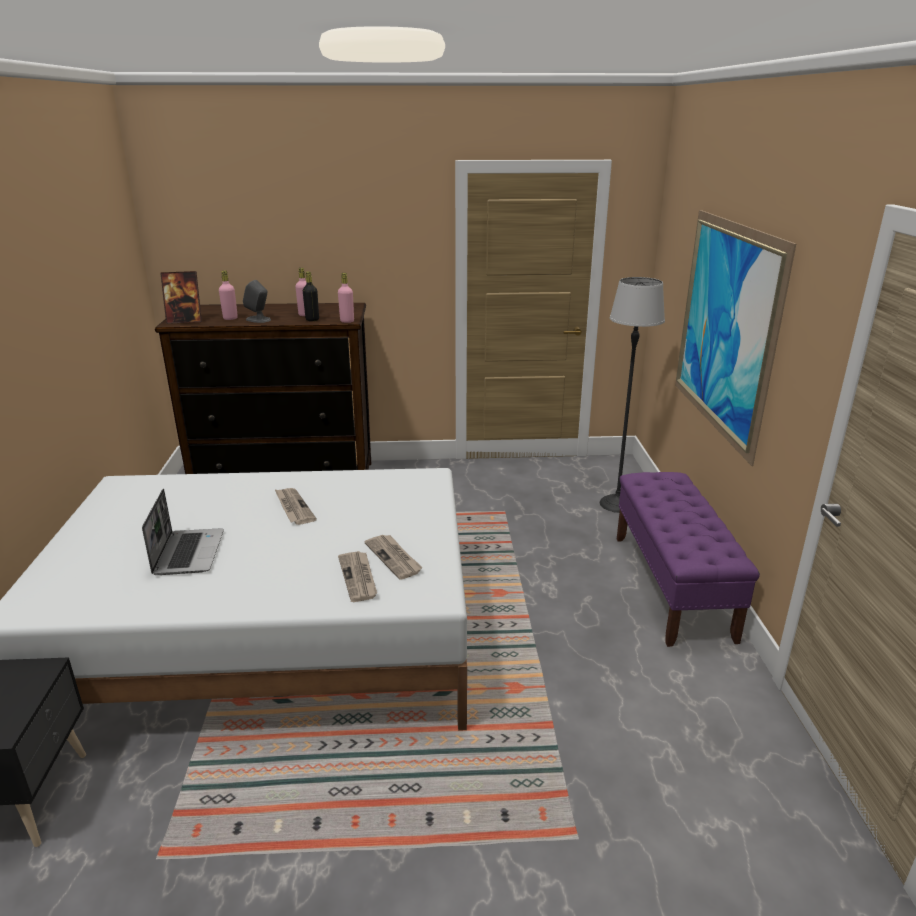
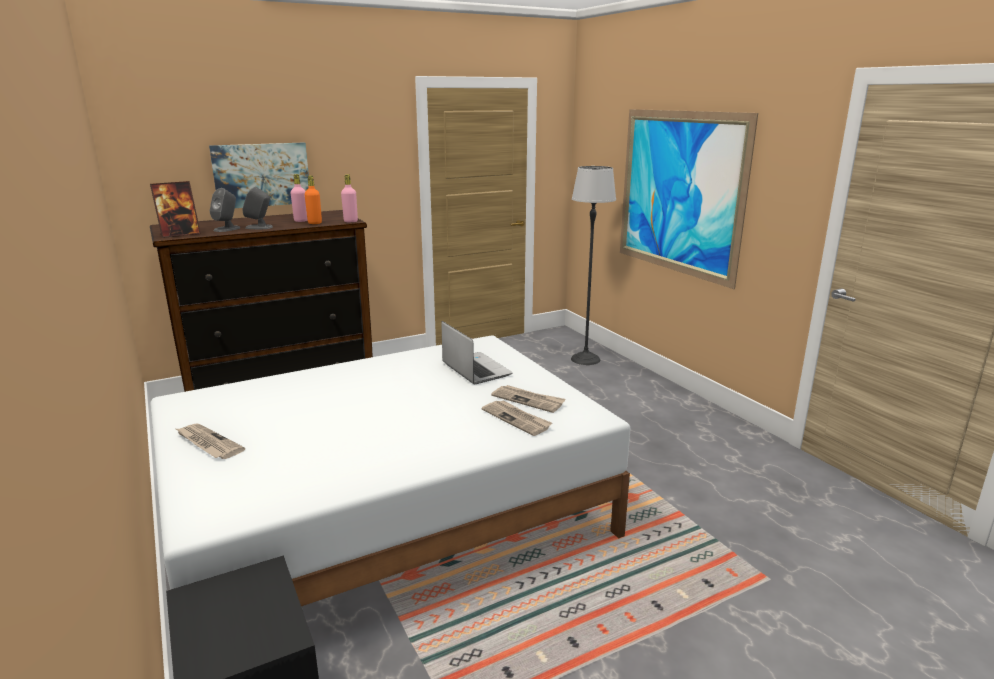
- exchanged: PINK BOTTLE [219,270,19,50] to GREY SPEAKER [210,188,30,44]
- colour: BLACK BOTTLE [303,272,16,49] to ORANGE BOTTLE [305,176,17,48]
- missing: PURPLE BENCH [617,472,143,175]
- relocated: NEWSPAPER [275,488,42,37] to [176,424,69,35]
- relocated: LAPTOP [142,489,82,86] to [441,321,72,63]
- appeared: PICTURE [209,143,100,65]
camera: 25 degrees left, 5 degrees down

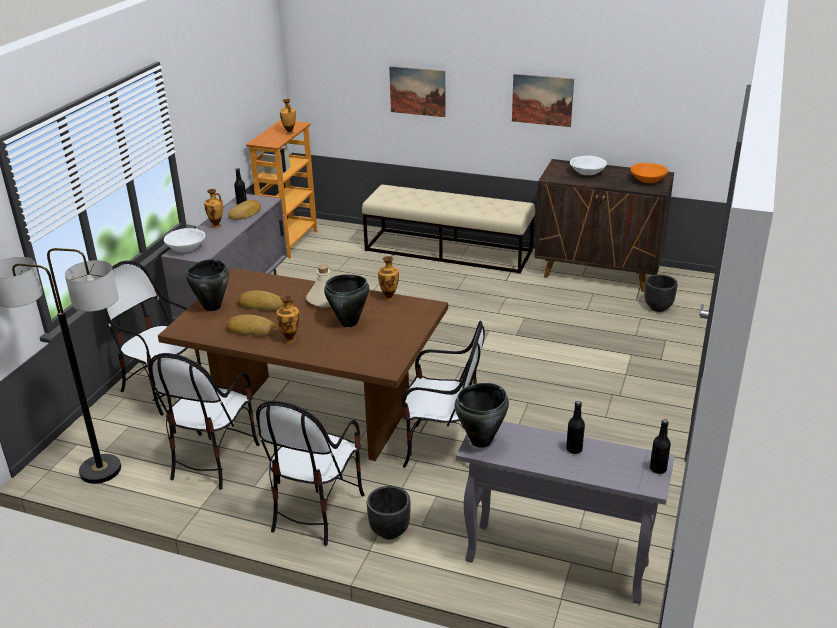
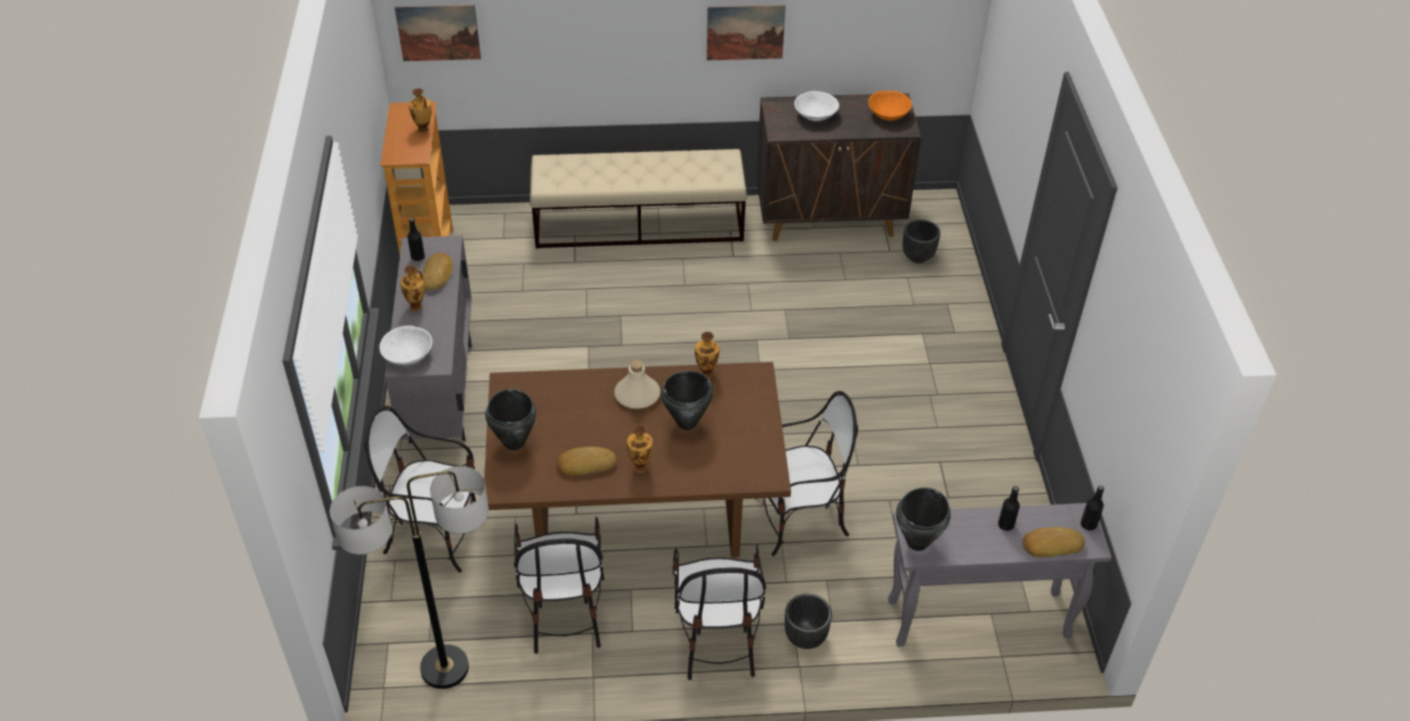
- relocated: PICTURE [389,66,57,51] to [395,4,86,57]
- relocated: BREAD [238,290,46,21] to [1022,527,63,30]
camera: 25 degrees left, 15 degrees up

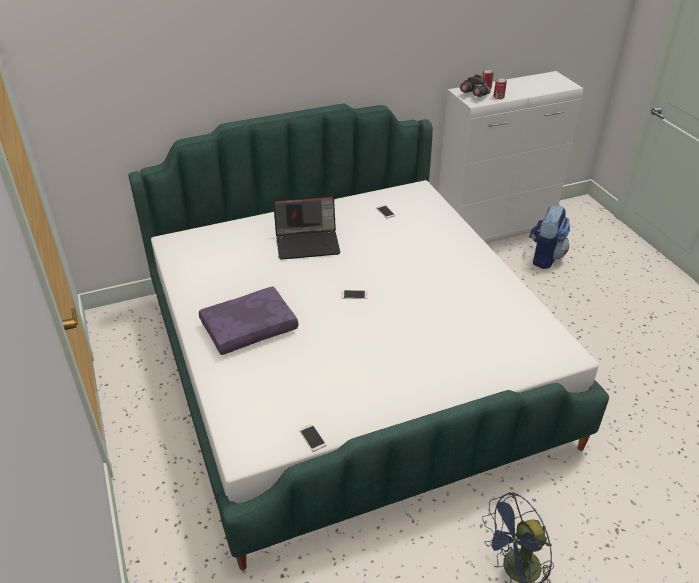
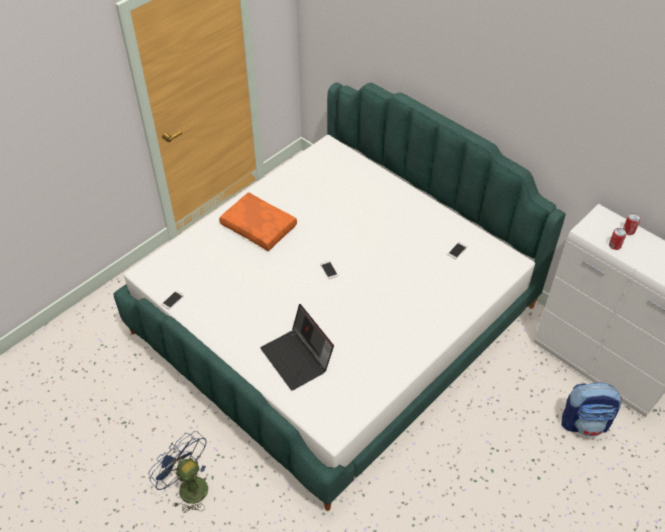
- missing: GREY BINOCULARS [460,74,31,23]
- relocated: LAPTOP [273,196,67,64] to [260,304,74,87]
- colour: PURPLE PILLOW [199,286,99,69] to ORANGE PILLOW [219,192,78,59]
camera: 65 degrees right, 10 degrees up

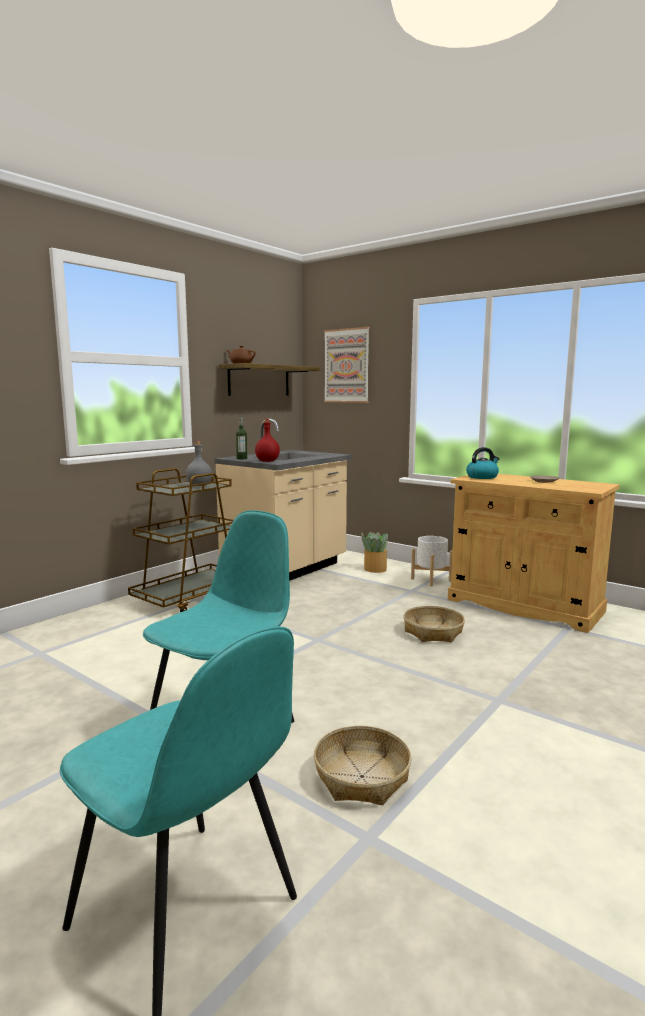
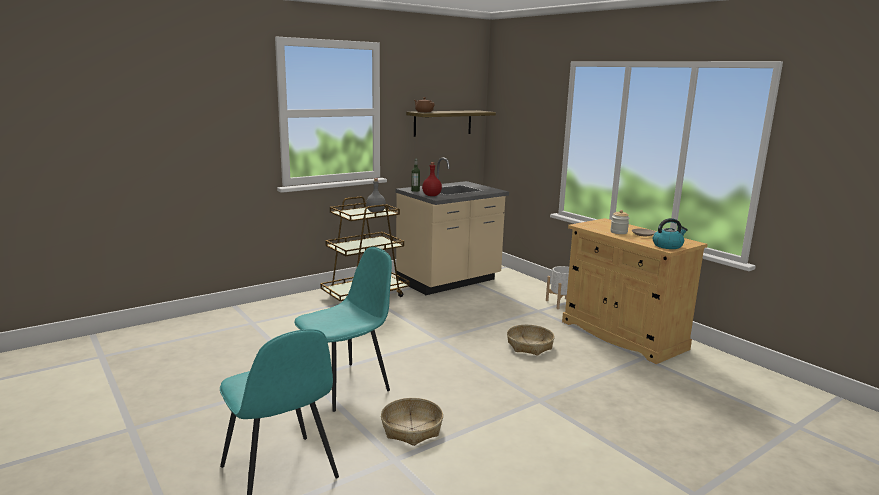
- missing: PICTURE [324,327,46,76]
- relocated: KETTLE [466,447,33,32] to [653,218,35,31]
- missing: POTTED PLANT [361,532,27,41]
- appeared: JAR [610,210,20,24]
camera: 15 degrees right, 5 degrees up

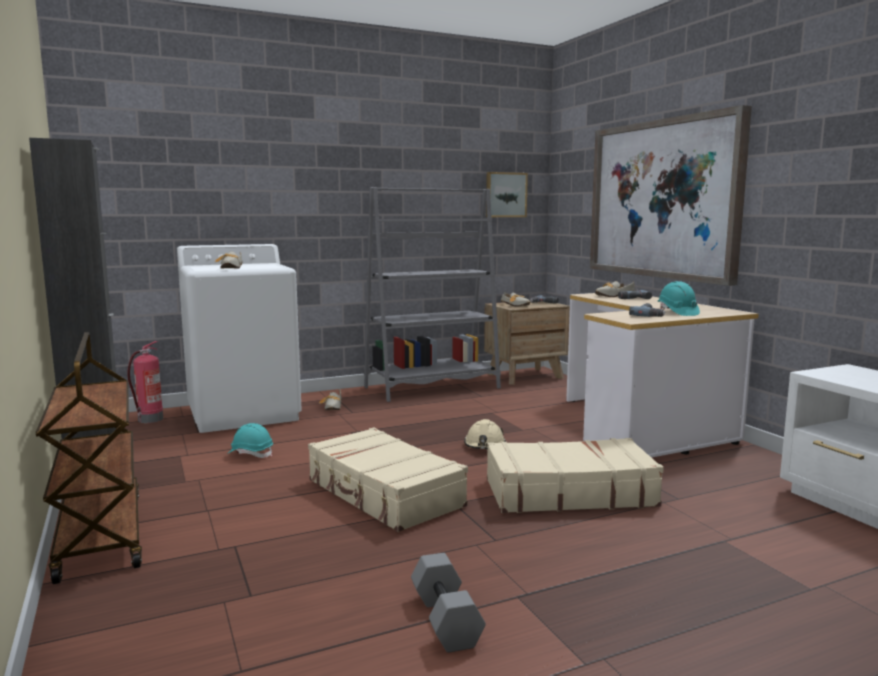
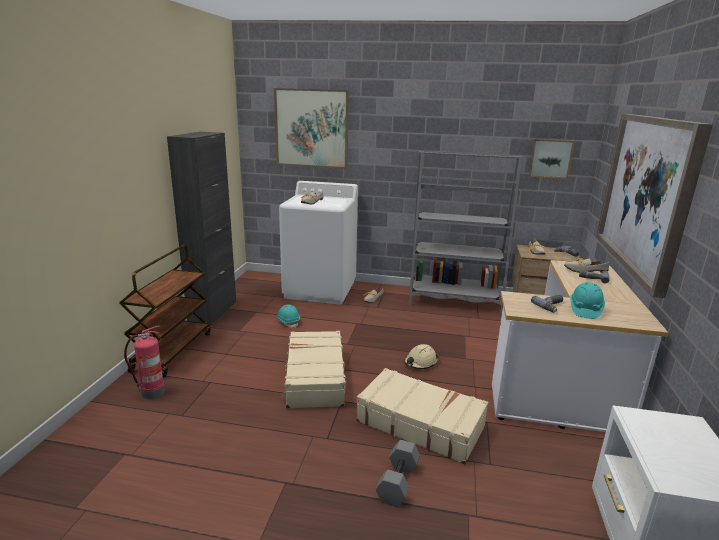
- relocated: FIRE EXTINGUISHER [128,341,35,82] to [124,325,41,74]
- relocated: GREY DUMBBELL [411,553,75,100] to [376,440,44,67]
- appeared: PICTURE [274,88,75,81]
camera: 35 degrees right, 10 degrees up

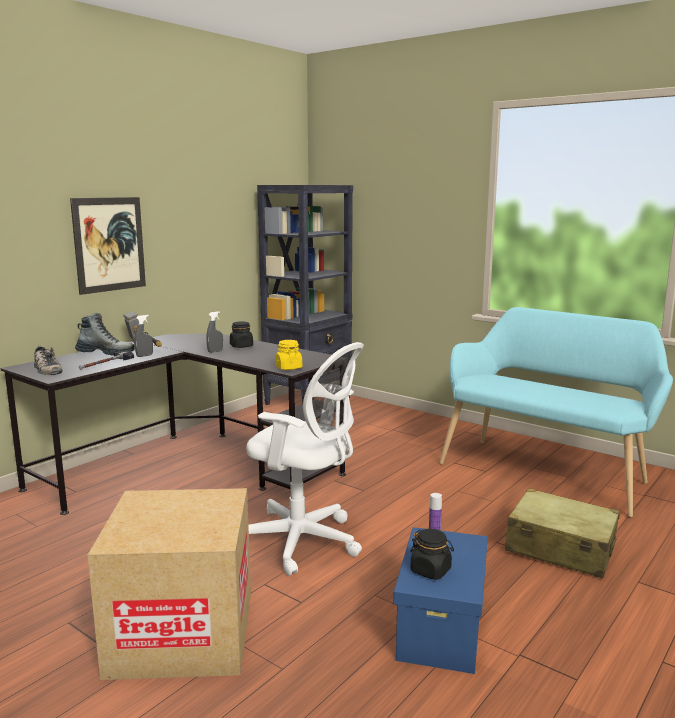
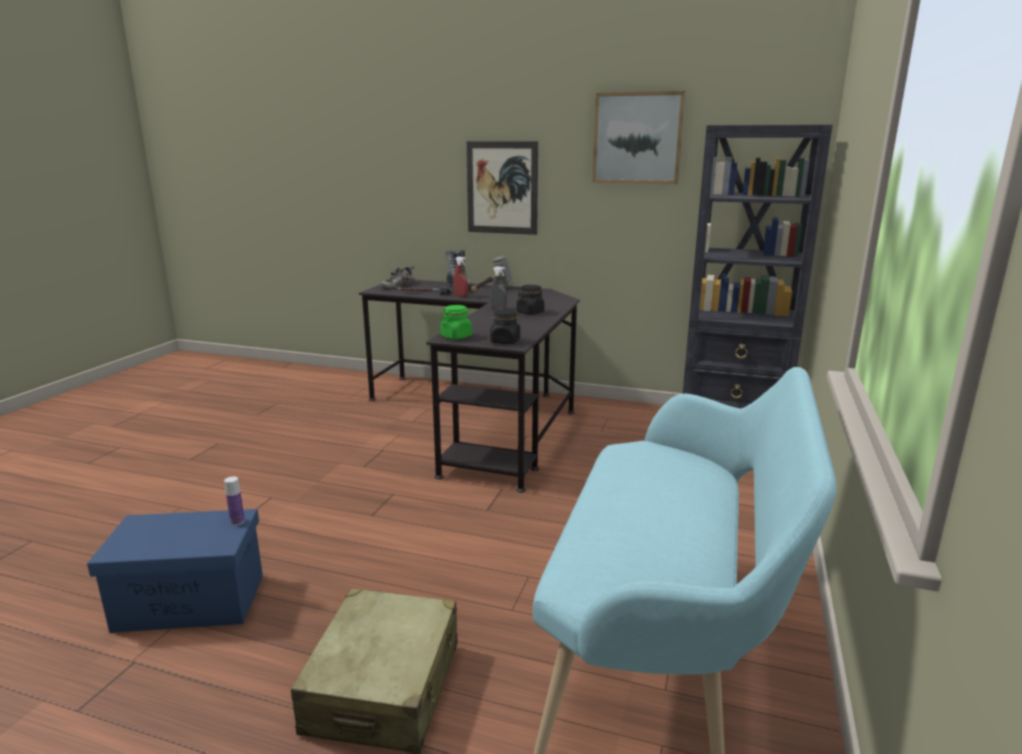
- colour: GREY SPRAY BOTTLE [135,315,18,42] to RED SPRAY BOTTLE [453,257,15,40]
- colour: YELLOW JAR [275,340,27,30] to GREEN JAR [440,305,32,34]
- missing: WHITE OFFICE CHAIR [246,342,118,234]
- missing: CARDBOARD BOX [87,488,164,192]
- relocated: BLACK JAR [410,529,44,51] to [490,309,30,35]
- appeared: PICTURE [592,91,93,93]
camera: 70 degrees right, 5 degrees up

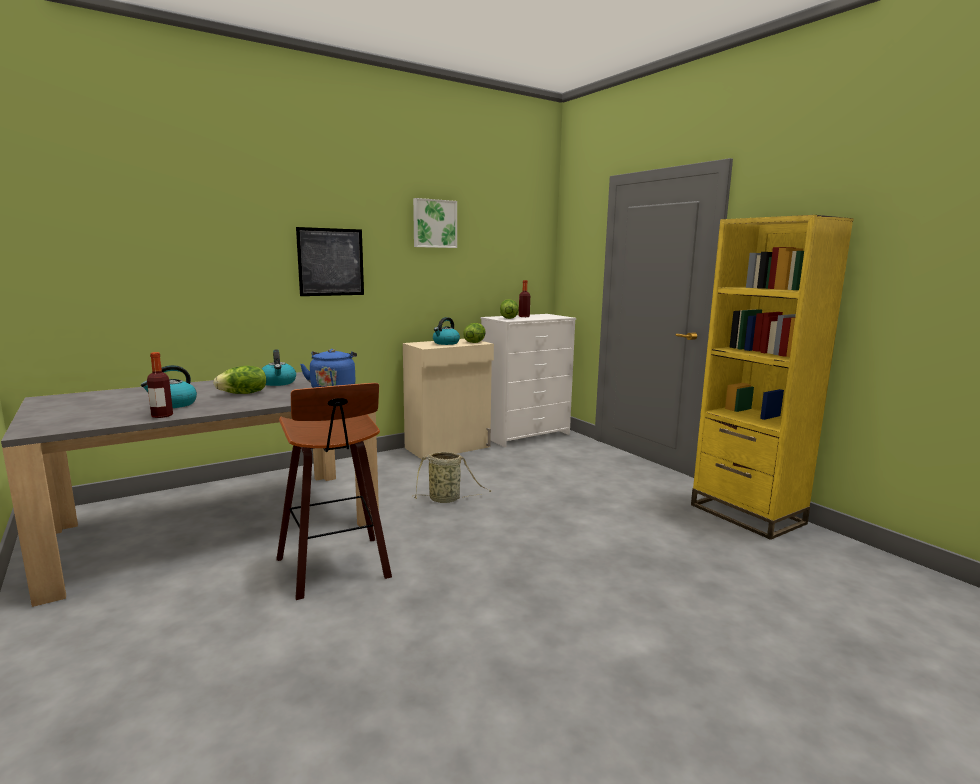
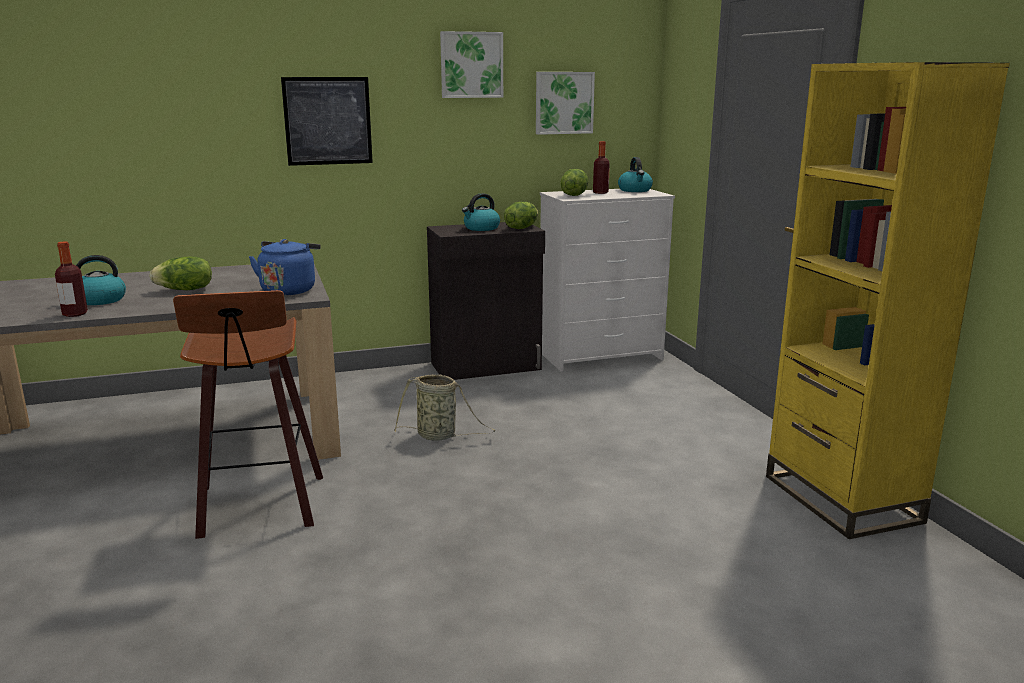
- colour: BEIGE CABINET [403,339,91,121] to BLACK CABINET [427,222,118,158]
- relocated: KETTLE [262,350,34,36] to [618,157,35,35]
- appeared: PICTURE [536,72,59,63]
camera: 15 degrees right, 5 degrees up

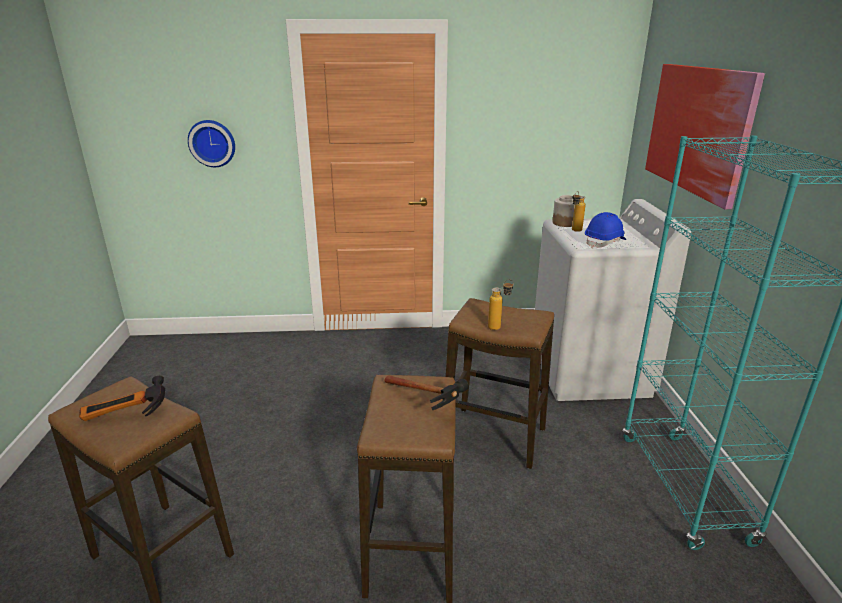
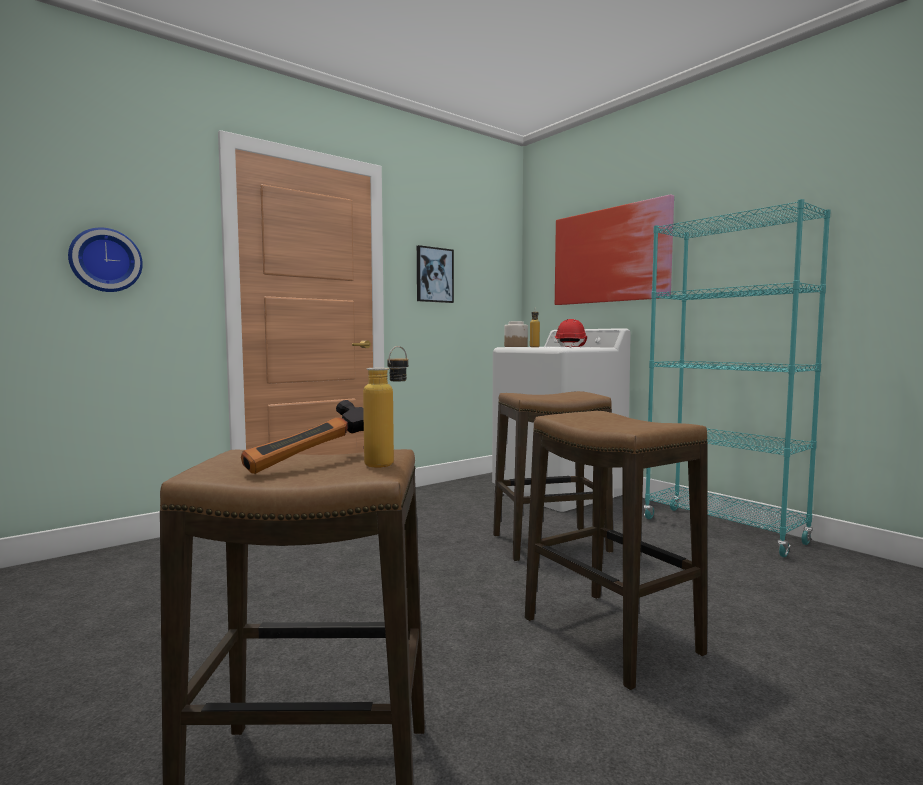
- colour: BLUE HARD HAT [585,212,41,36] to RED HARD HAT [555,319,32,29]
- relocated: BOTTLE [488,279,25,51] to [363,346,45,122]
- missing: HAMMER [384,376,85,34]
- appeared: PICTURE [417,245,37,58]
camera: 35 degrees left, 20 degrees down

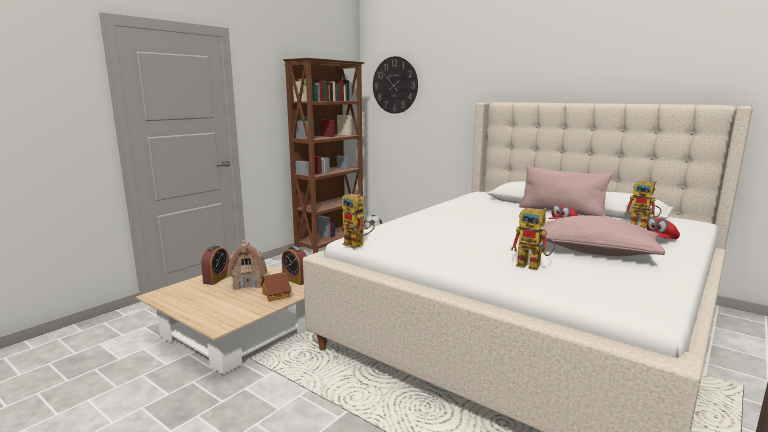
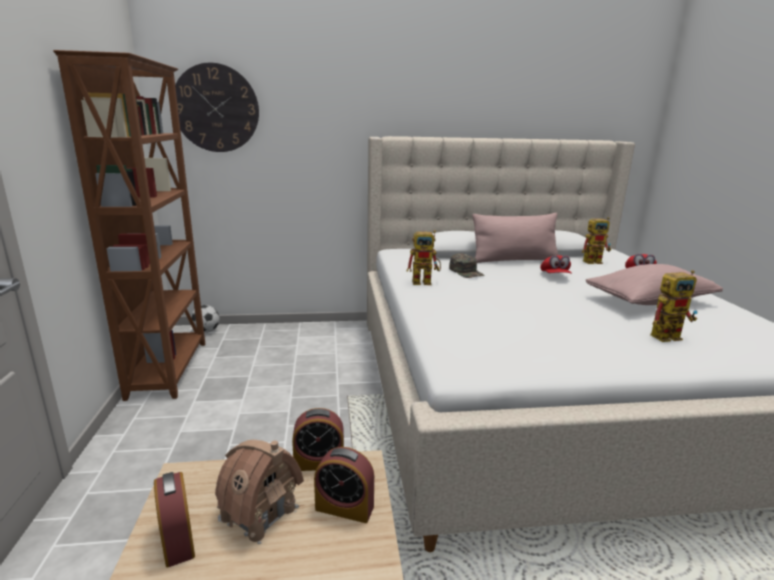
- relocated: TOY ROBOT [340,194,35,55] to [407,230,34,55]
- exchanged: TOY HOUSE [261,272,30,30] to ALARM CLOCK [314,447,60,76]
- appeared: GREEN CAP [449,253,36,25]
camera: 45 degrees left, 5 degrees up

